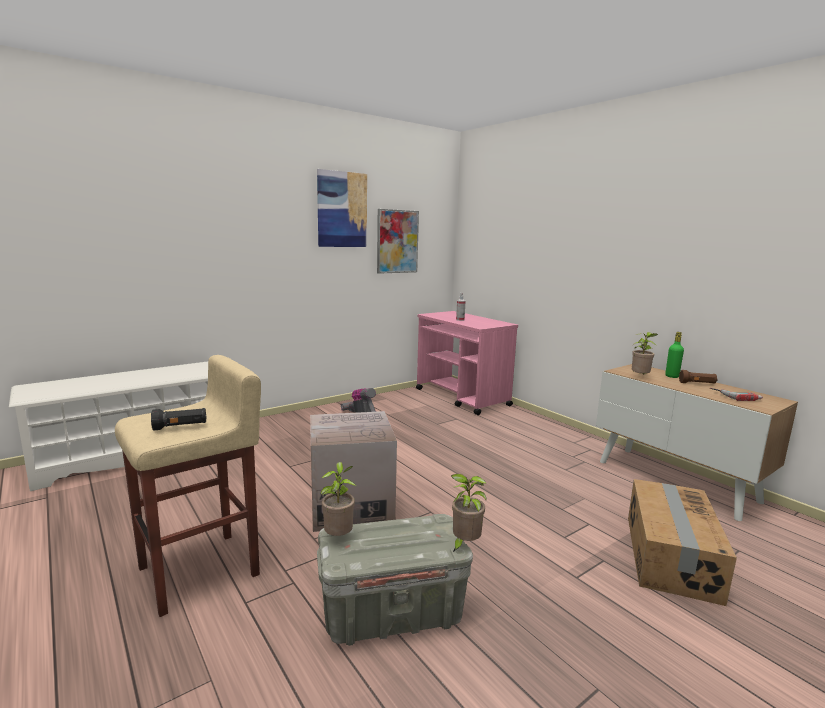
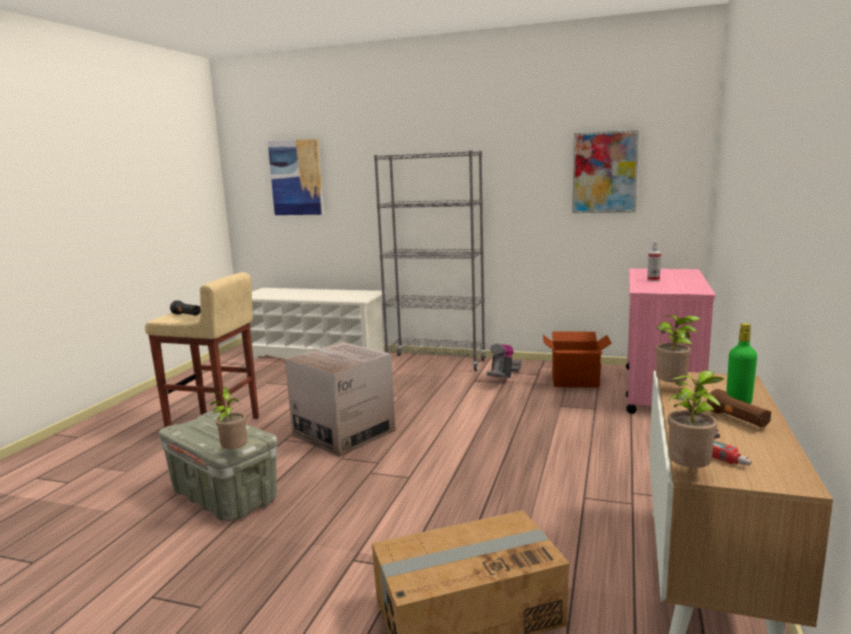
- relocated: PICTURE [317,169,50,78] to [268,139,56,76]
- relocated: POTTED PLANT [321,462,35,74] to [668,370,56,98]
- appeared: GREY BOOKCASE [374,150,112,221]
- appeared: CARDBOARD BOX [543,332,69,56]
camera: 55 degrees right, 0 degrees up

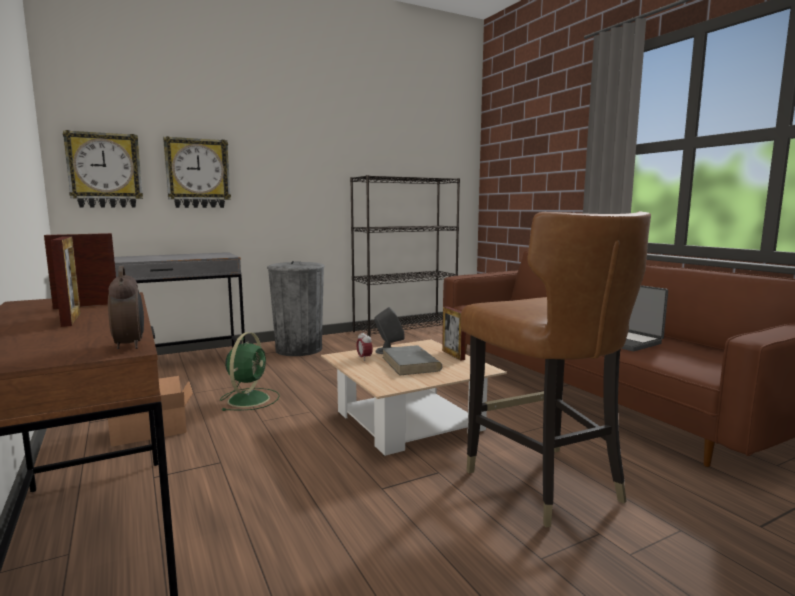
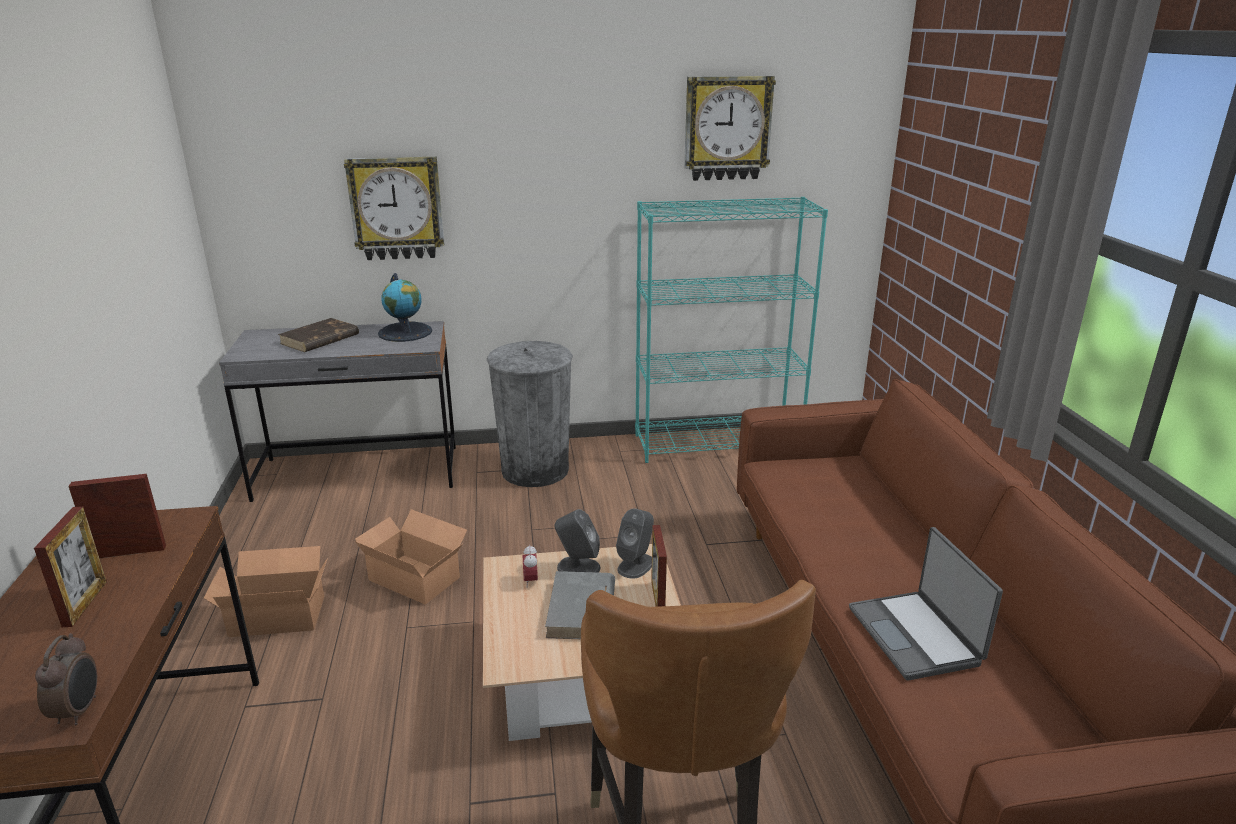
- relocated: WALL CLOCK [63,130,80,78] to [684,76,92,105]
- colour: BLACK BOOKCASE [350,175,110,161] to TURQUOISE BOOKCASE [635,197,193,266]
- exchanged: GREEN FAN [220,332,60,79] to CARDBOARD BOX [355,509,112,95]
- appeared: GLOBE [378,273,54,69]
- appeared: BROWN BOOK [278,318,81,34]
- appeared: GREY SPEAKER [616,509,38,70]
camera: 20 degrees right, 15 degrees up

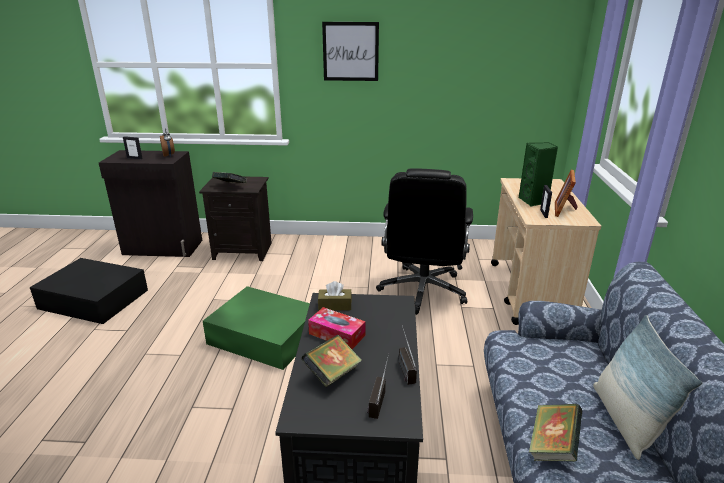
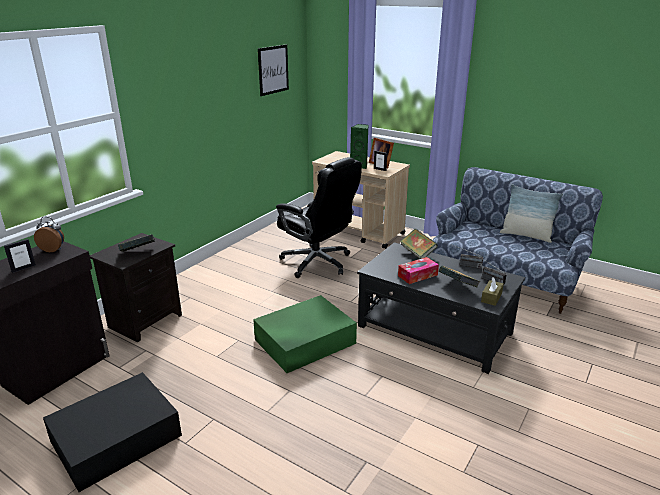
- relocated: PICTURE [322,22,57,59] to [258,44,31,52]
- relocated: BROWN TISSUE BOX [318,281,34,30] to [481,277,23,29]
- relocated: BOOK [529,404,53,58] to [400,229,38,30]
camera: 60 degrees left, 0 degrees up

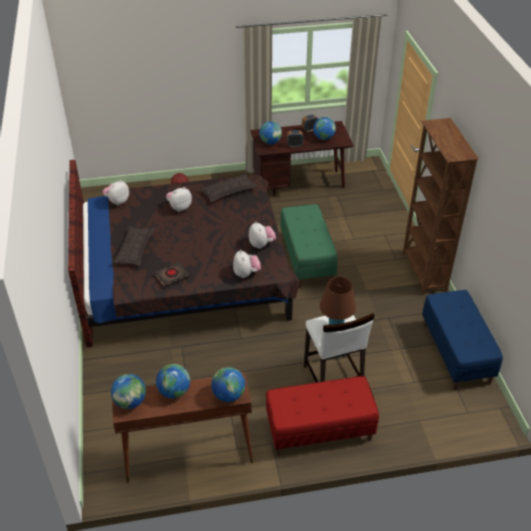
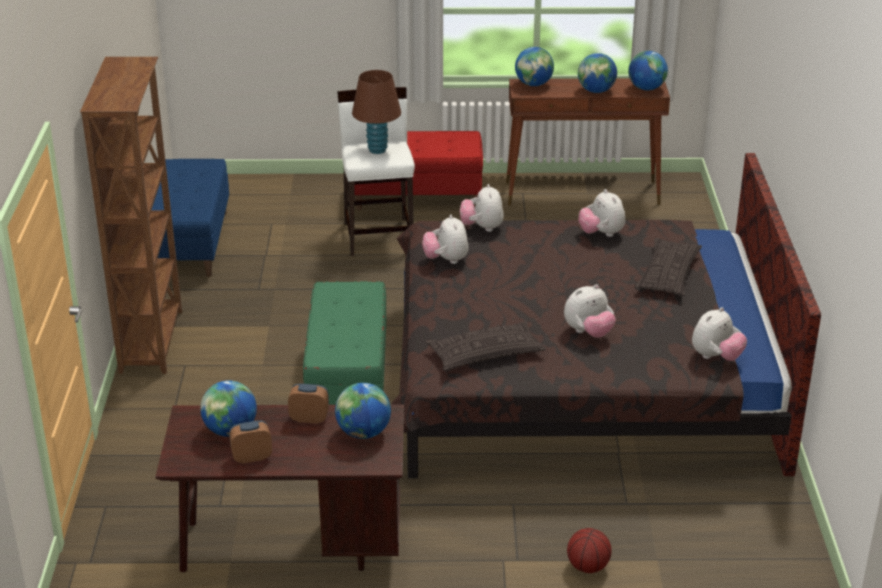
- exchanged: BLACK BOOK [155,262,35,25] to PLUSH TOY [578,189,47,48]
camera: 170 degrees left, 10 degrees down

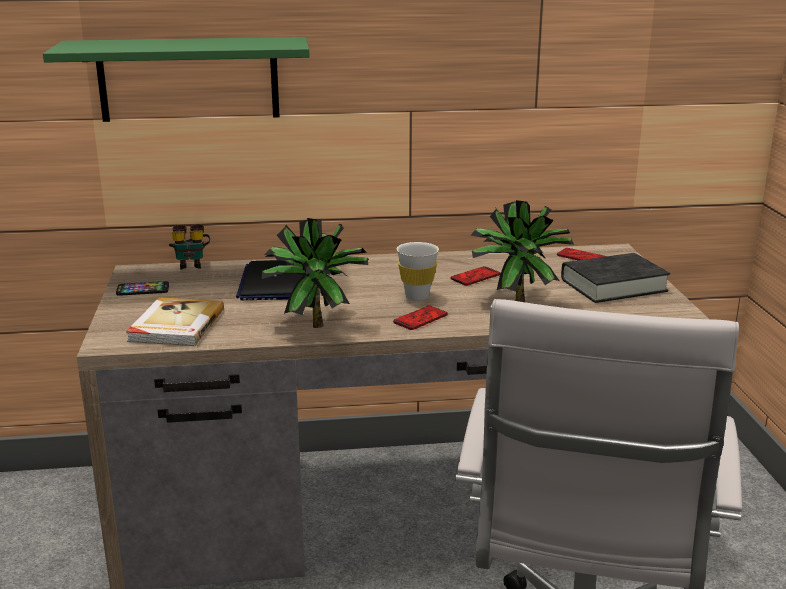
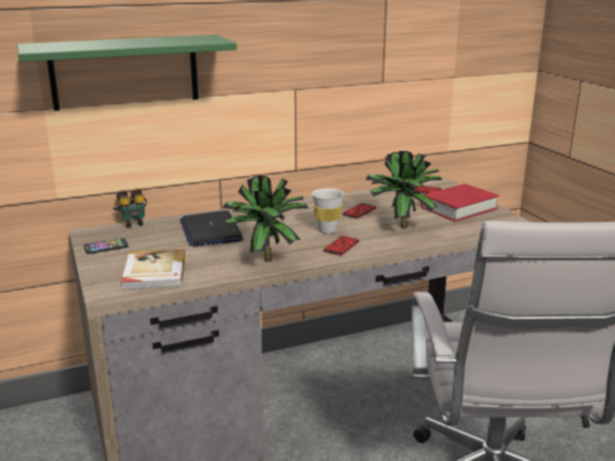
- colour: BLACK BOOK [561,253,109,50] to RED BOOK [420,184,79,38]
camera: 15 degrees left, 0 degrees up

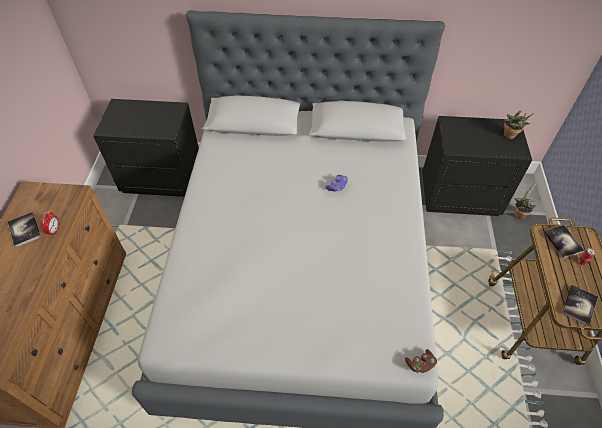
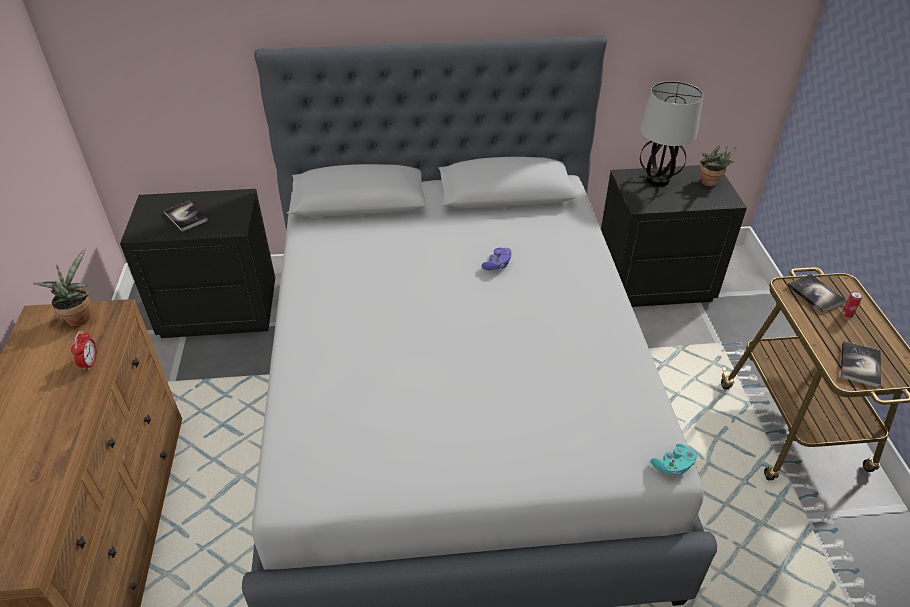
- relocated: POTTED PLANT [514,183,22,36] to [33,249,57,78]
- relocated: BOOK [7,212,34,36] to [164,201,44,31]
- colour: BROWN GAME CONTROLLER [405,349,32,24] to TURQUOISE GAME CONTROLLER [651,444,46,32]
- appeared: TABLE LAMP [640,81,63,106]
camera: 10 degrees left, 10 degrees down

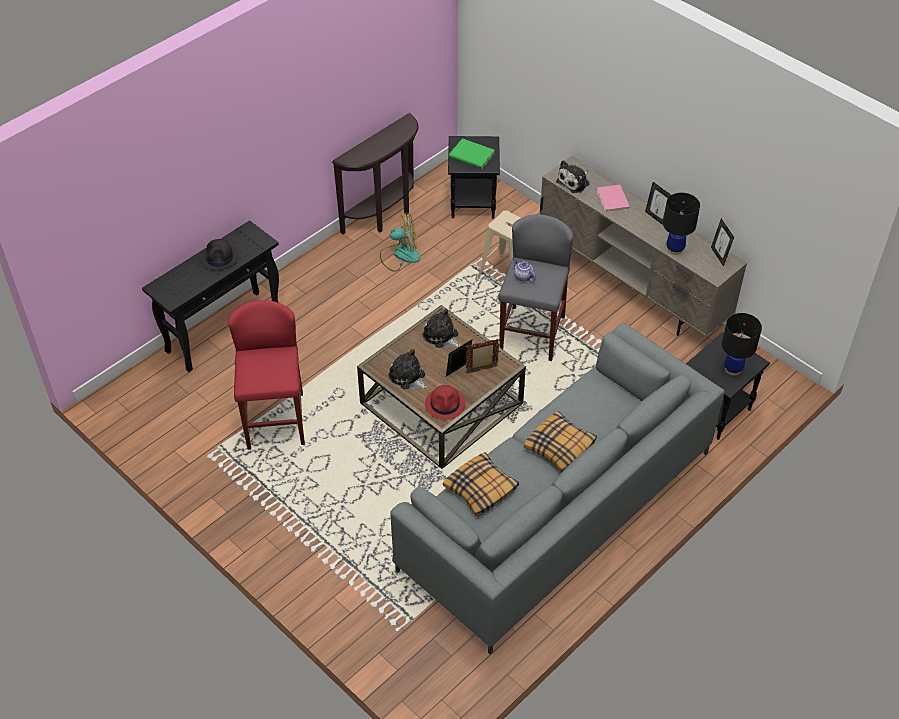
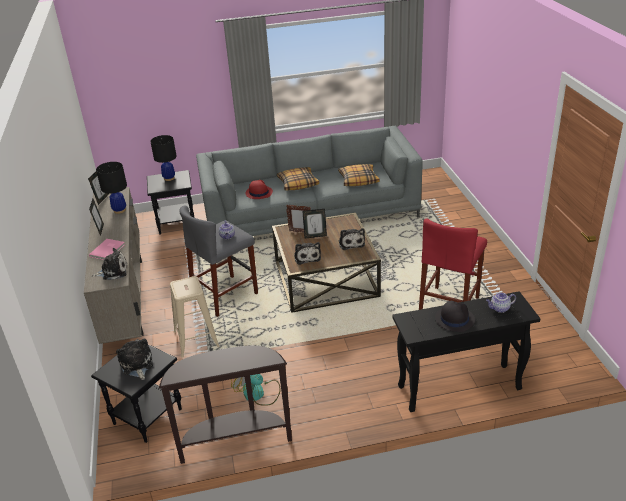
- exchanged: GREEN BOOK [449,138,46,31] to PLUSH TOY [116,338,37,42]
- relocated: RED HAT [425,385,41,35] to [245,180,28,19]
- appeared: TEAPOT [486,292,30,21]
camera: 145 degrees left, 15 degrees down

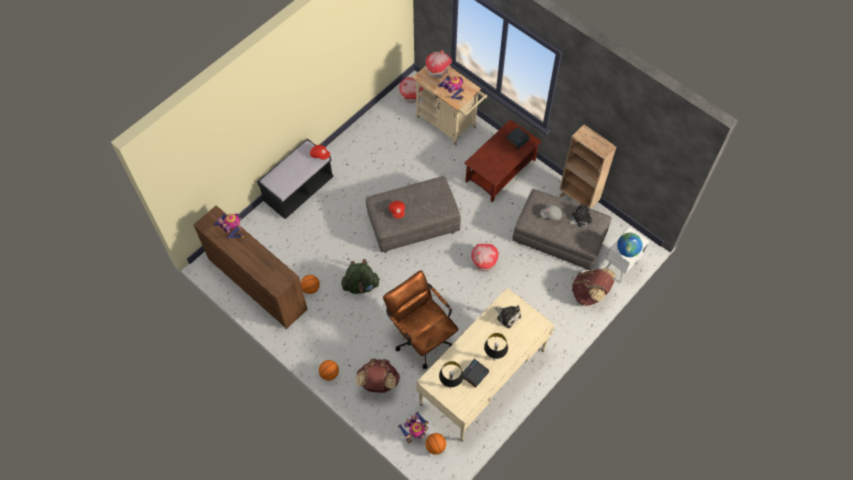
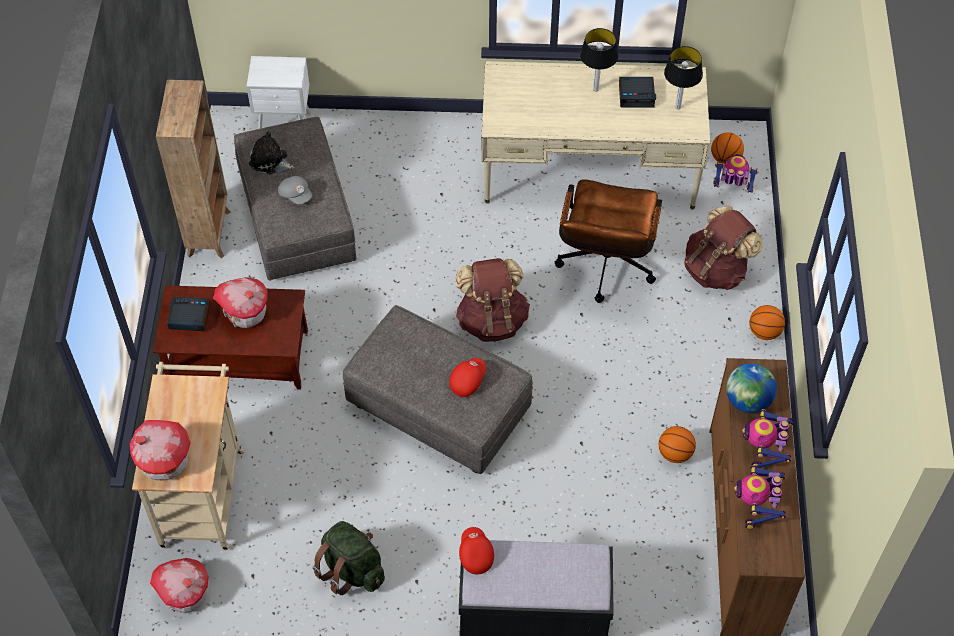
- relocated: TOY ROBOT [438,75,26,26] to [742,409,51,59]
- relocated: GLOBE [617,233,26,24] to [726,363,51,50]
- relocated: TOY HOUSE [471,244,28,27] to [213,277,55,51]
- relocated: GREEN BACKPACK [341,259,39,35] to [312,521,73,74]
- relocated: BROWN BACKPACK [572,268,44,38] to [455,258,75,84]
- missing: PLUSH TOY [495,305,26,23]
camera: 130 degrees left, 5 degrees down

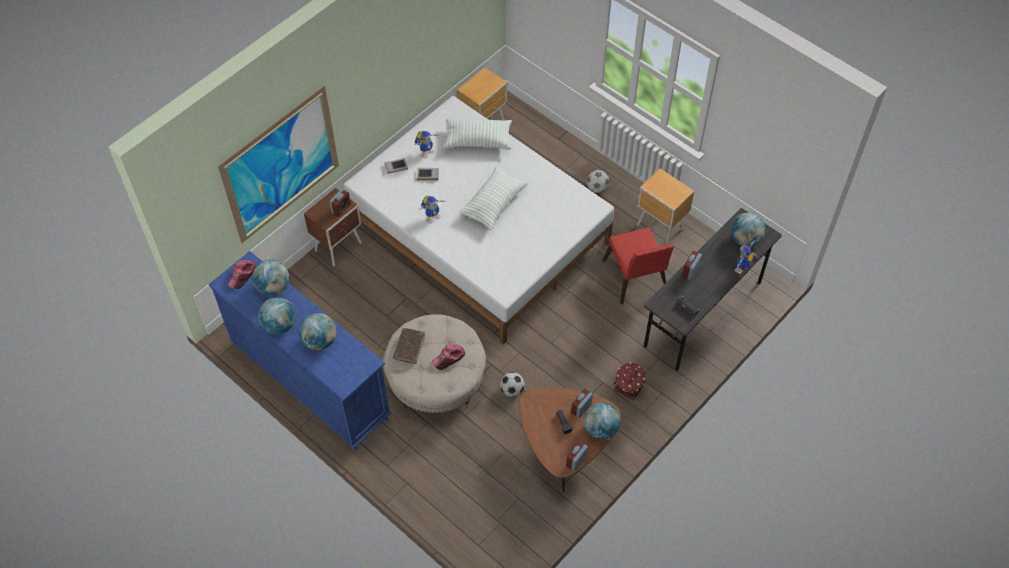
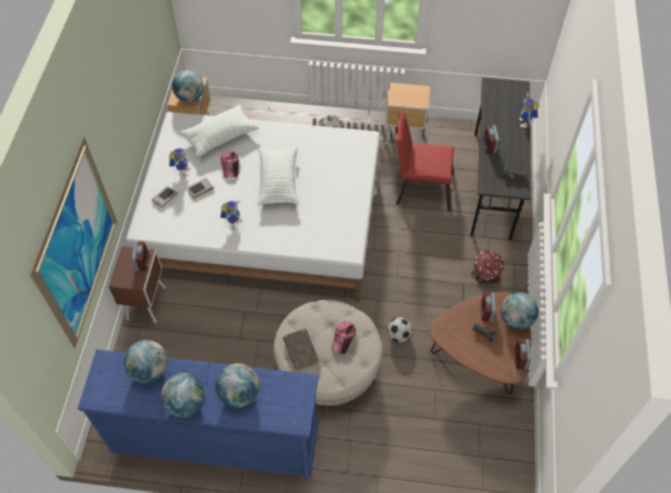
- relocated: GLOBE [731,213,35,34] to [172,70,32,32]
- spun: RED CHAIR [602,227,72,78] = [396,112,58,99] 150 degrees clockwise
- relocated: CAP [227,260,29,29] to [221,151,18,27]
camera: 35 degrees left, 0 degrees up

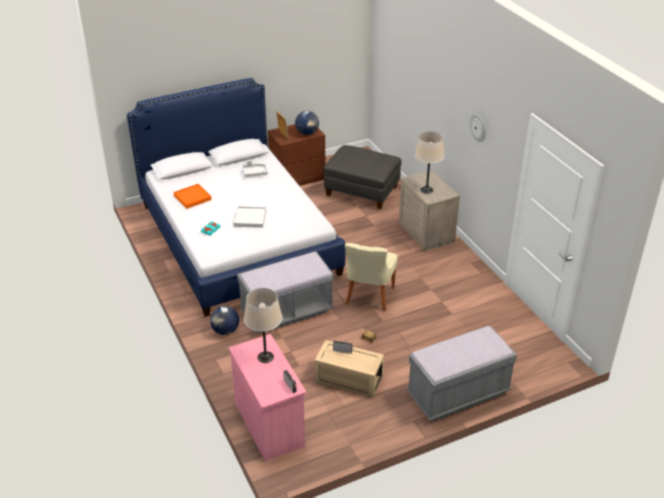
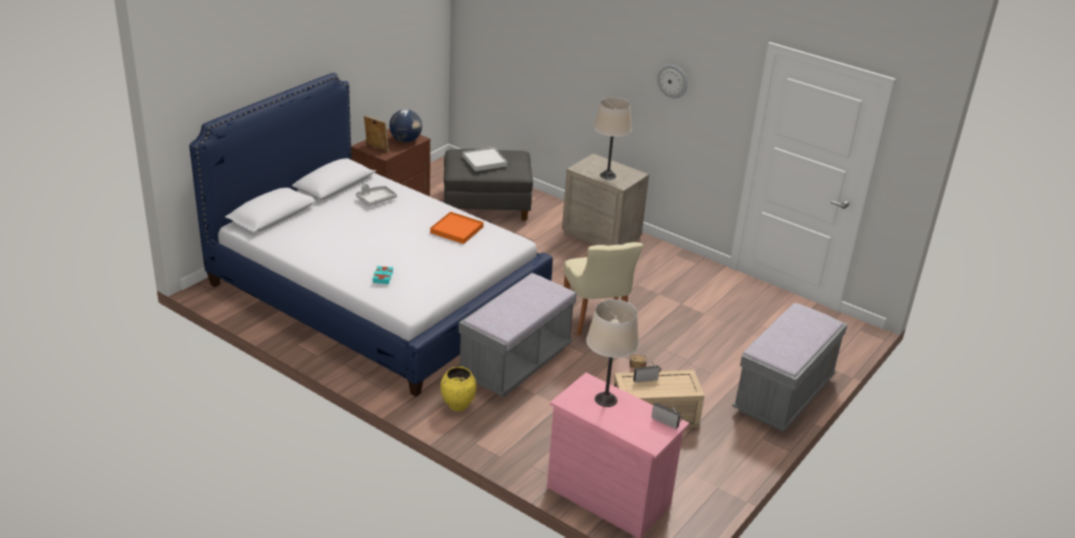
- relocated: ORANGE TRAY [173,184,39,25] to [430,212,54,32]
- relocated: WHITE TRAY [234,206,32,22] to [463,147,44,24]
- exchanged: GLOBE [210,306,29,29] to YELLOW VASE [440,366,36,45]
camera: 30 degrees left, 5 degrees down

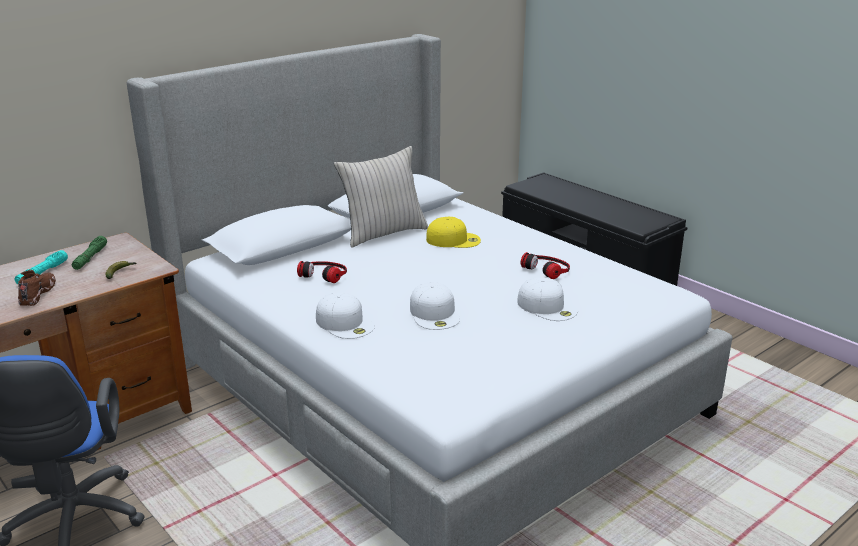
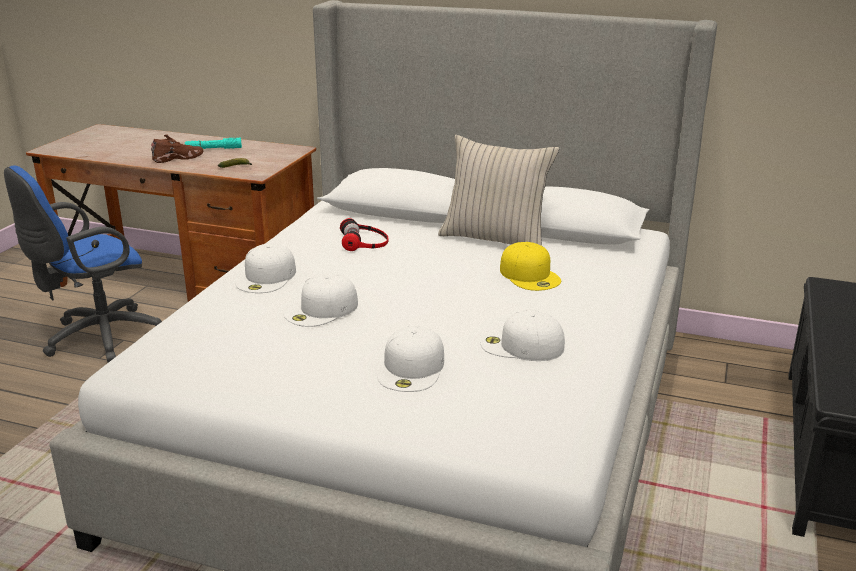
- missing: GREEN FLASHLIGHT [72,236,35,34]
- exchanged: HEADPHONES [521,252,49,27] to WHITE CAP [480,310,85,51]
camera: 60 degrees right, 0 degrees up

